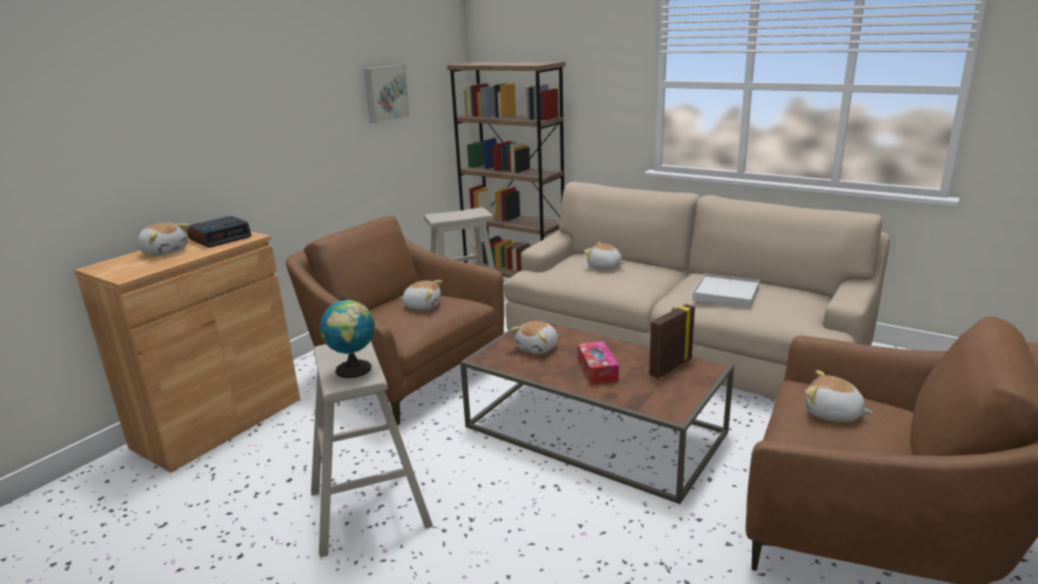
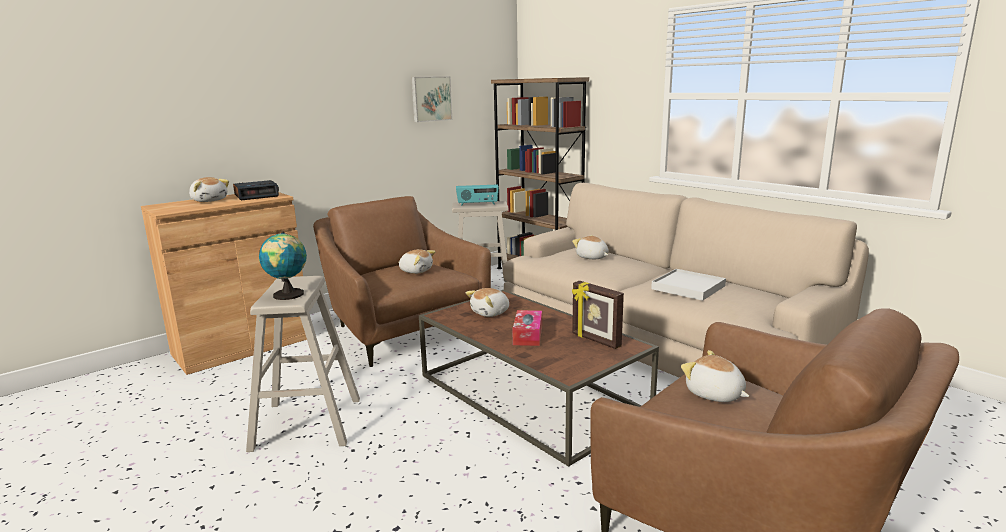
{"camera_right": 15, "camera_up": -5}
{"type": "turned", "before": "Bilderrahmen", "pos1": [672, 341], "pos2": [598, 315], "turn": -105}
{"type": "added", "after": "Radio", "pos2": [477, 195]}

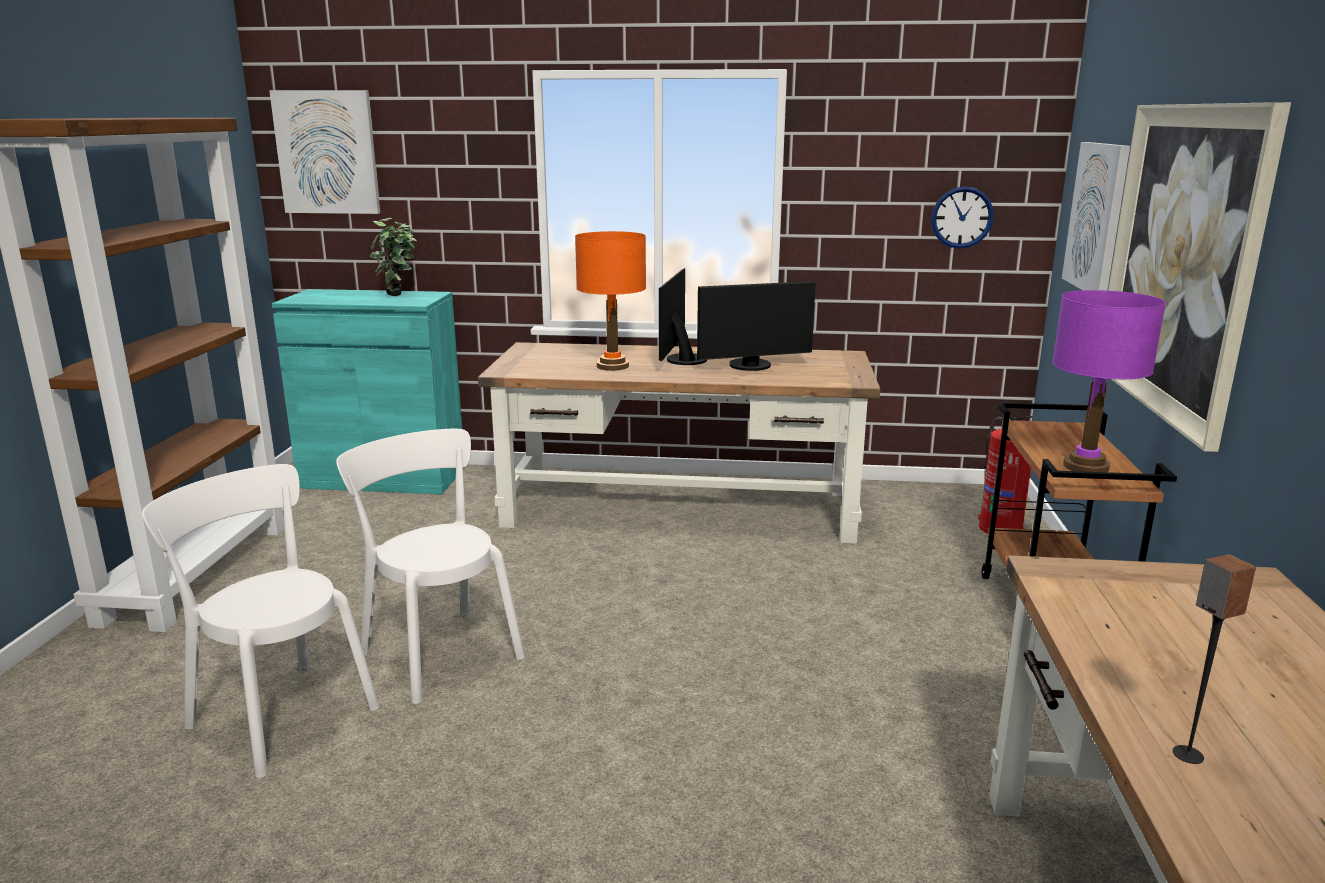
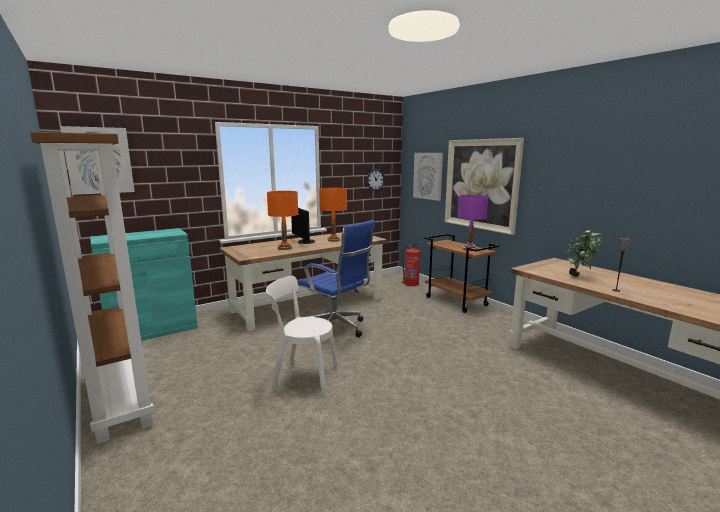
{"camera_right": -40, "camera_up": -5}
{"type": "removed", "before": "Stuhl [weiß]", "pos1": [260, 621]}
{"type": "moved", "before": "Topfpflanze", "pos1": [393, 257], "pos2": [584, 253]}
{"type": "replaced", "before": "Monitor", "after": "Tischlampe [orange]", "pos1": [756, 326], "pos2": [333, 214]}
{"type": "added", "after": "Bürostuhl [blau]", "pos2": [336, 281]}

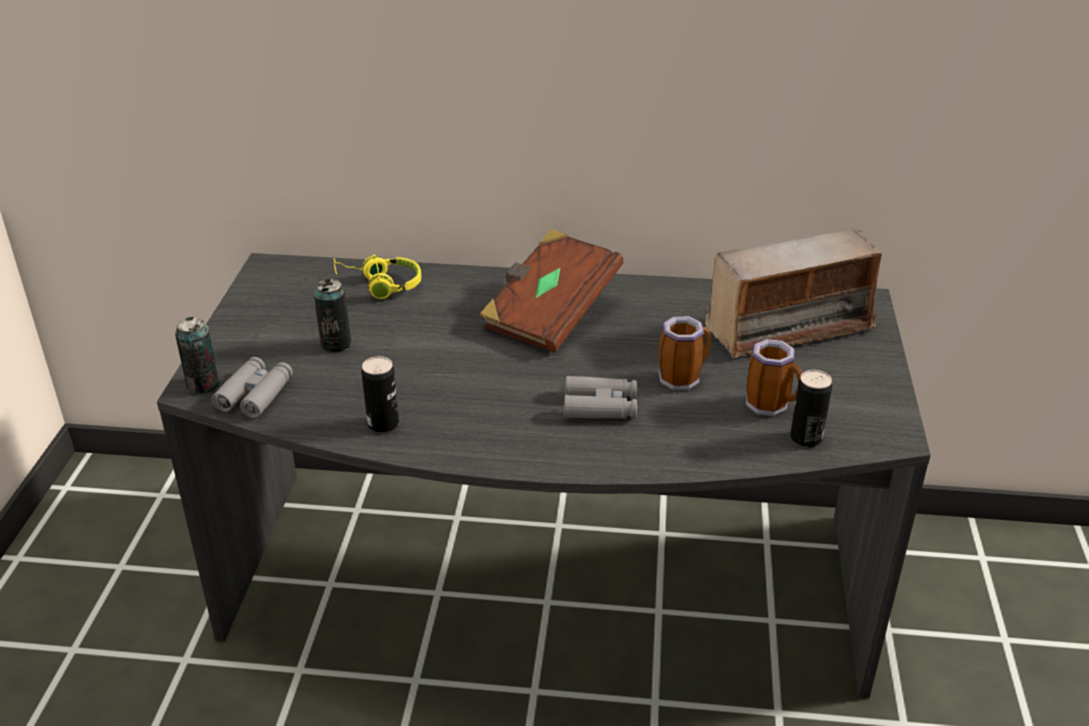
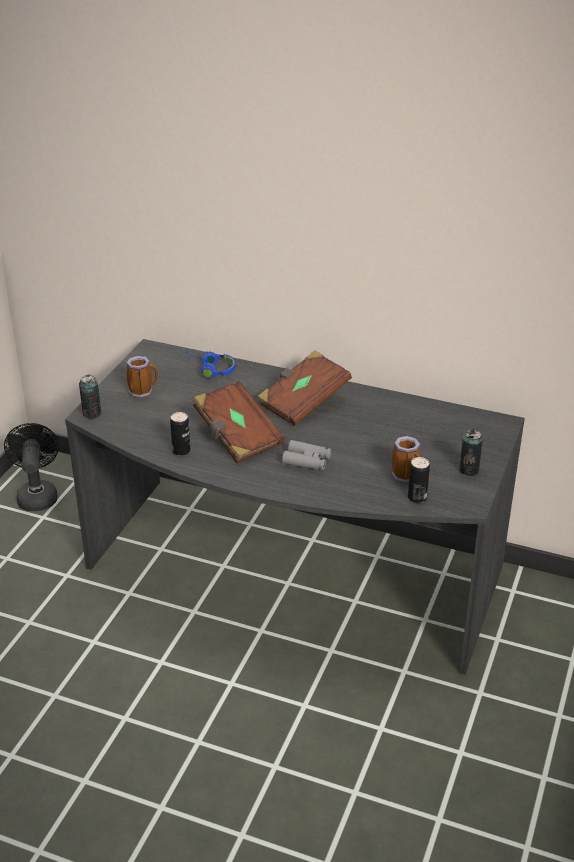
{"camera_right": 15, "camera_up": 0}
{"type": "removed", "before": "Fernglas [grau]", "pos1": [252, 387]}
{"type": "moved", "before": "Dose", "pos1": [332, 316], "pos2": [471, 453]}
{"type": "recoloured", "before": "Kopfhörer [gelb]", "after": "Kopfhörer [blau]", "pos1": [377, 277], "pos2": [211, 364]}
{"type": "moved", "before": "Henkelbecher", "pos1": [685, 353], "pos2": [142, 377]}
{"type": "removed", "before": "Radio", "pos1": [793, 293]}
{"type": "added", "after": "Ventilator [schwarz]", "pos2": [31, 467]}
{"type": "added", "after": "Buch [braun]", "pos2": [239, 422]}

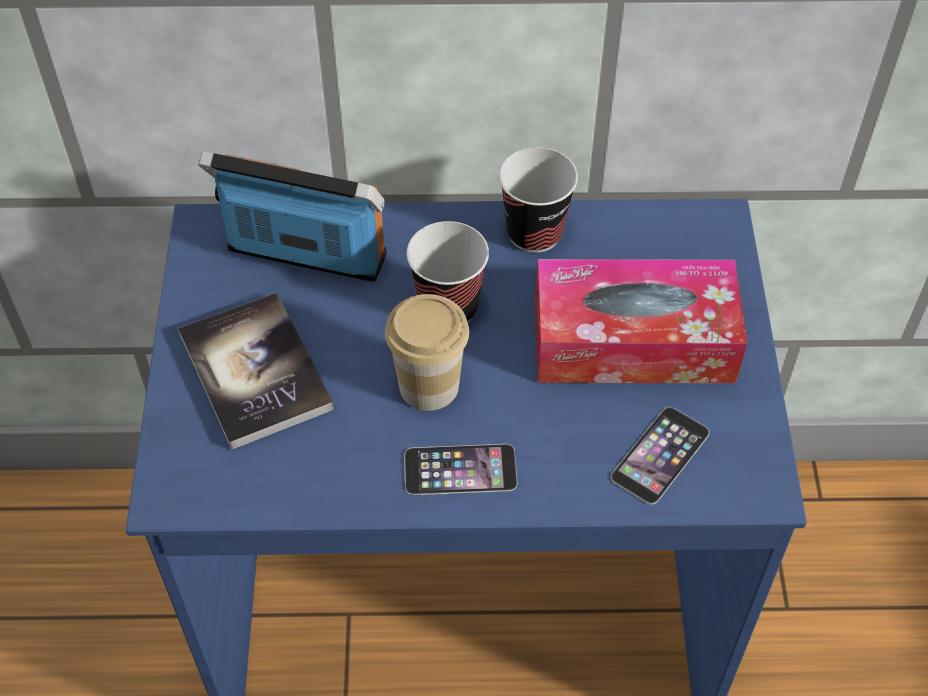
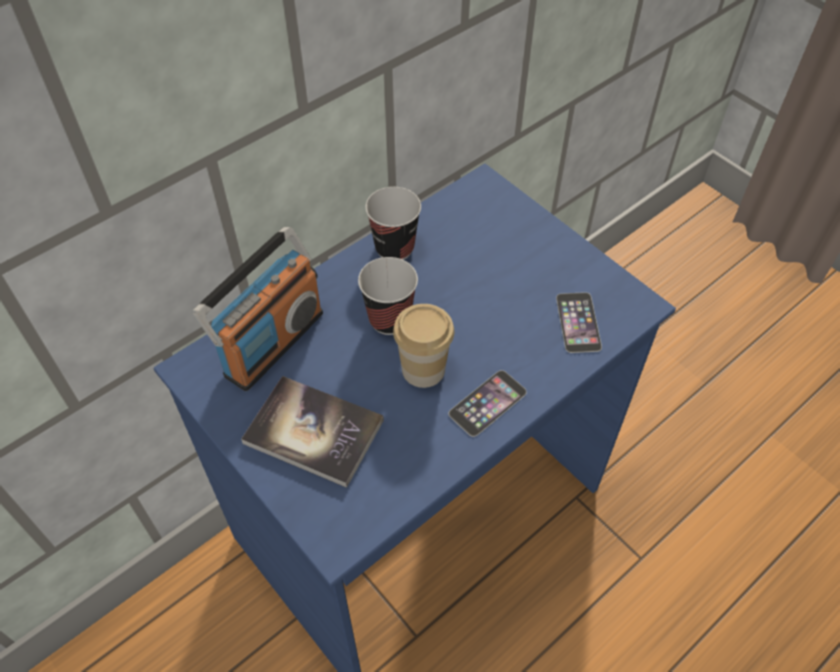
{"camera_right": -40, "camera_up": 0}
{"type": "turned", "before": "Radio", "pos1": [292, 216], "pos2": [258, 309], "turn": 150}
{"type": "removed", "before": "Taschentuchbox", "pos1": [641, 321]}

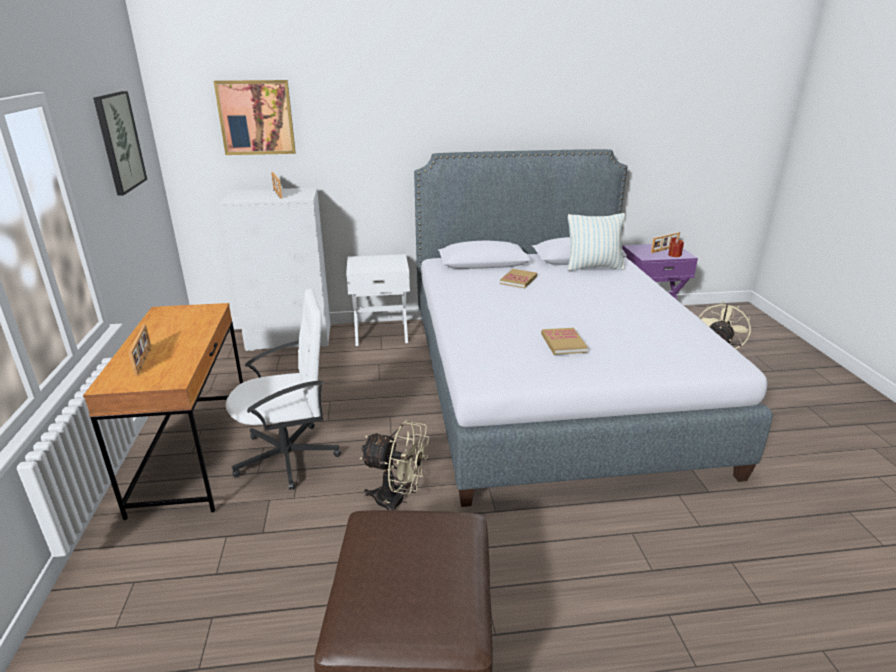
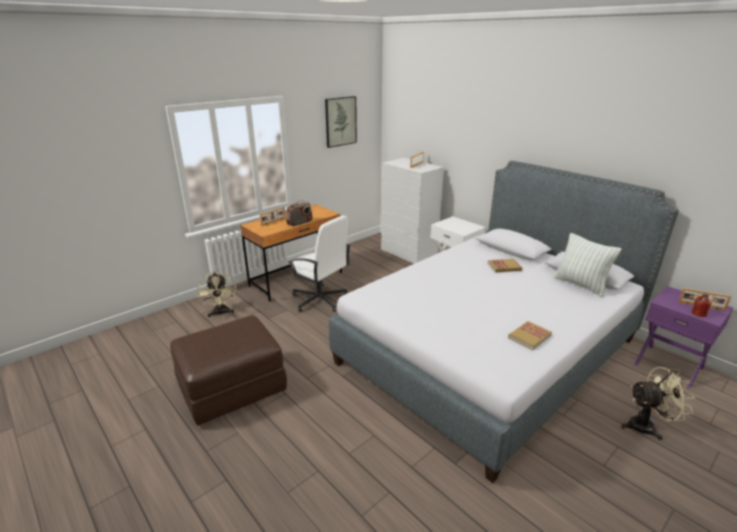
{"camera_right": 55, "camera_up": 0}
{"type": "removed", "before": "Bild", "pos1": [255, 117]}
{"type": "moved", "before": "Ventilator [beige]", "pos1": [394, 465], "pos2": [216, 294]}
{"type": "moved", "before": "Buch", "pos1": [564, 341], "pos2": [530, 335]}
{"type": "added", "after": "Radio", "pos2": [299, 213]}

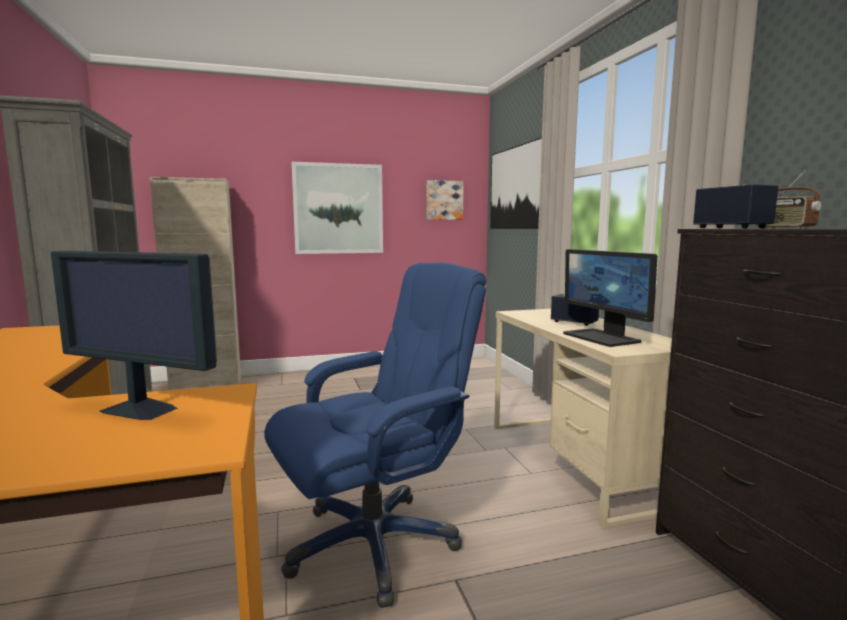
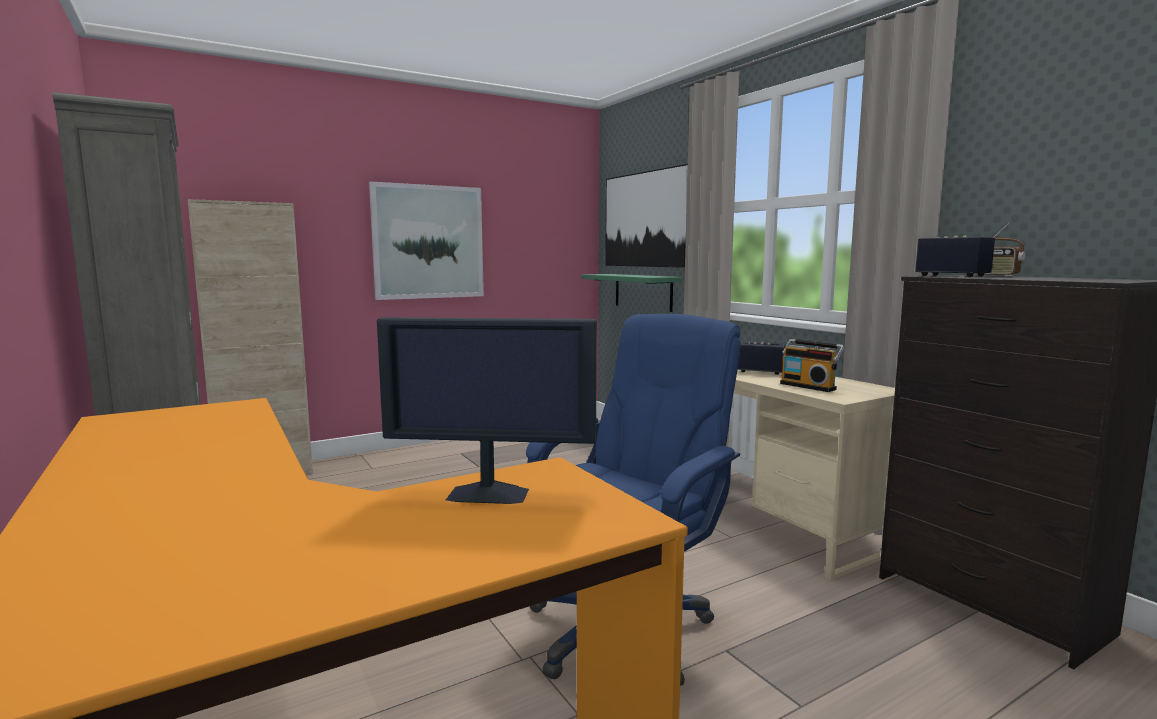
{"camera_right": -15, "camera_up": 0}
{"type": "removed", "before": "Bild", "pos1": [445, 200]}
{"type": "replaced", "before": "Monitor", "after": "Radio", "pos1": [610, 298], "pos2": [812, 365]}
{"type": "added", "after": "Wandregal [grün]", "pos2": [632, 293]}

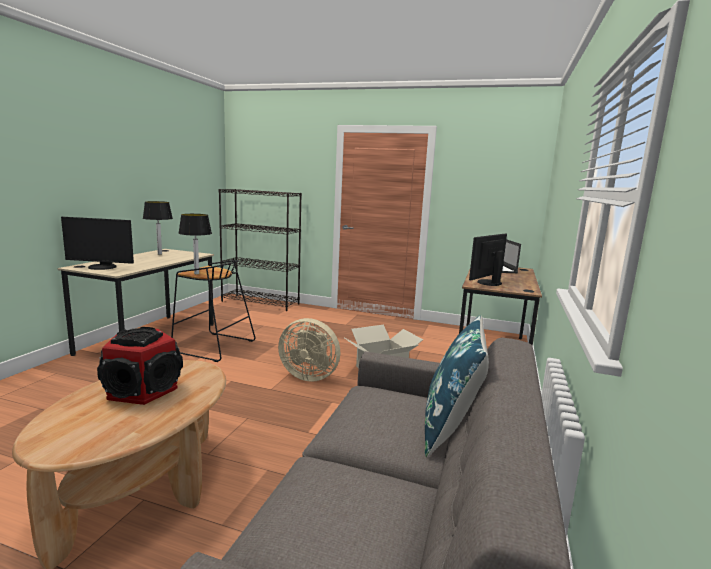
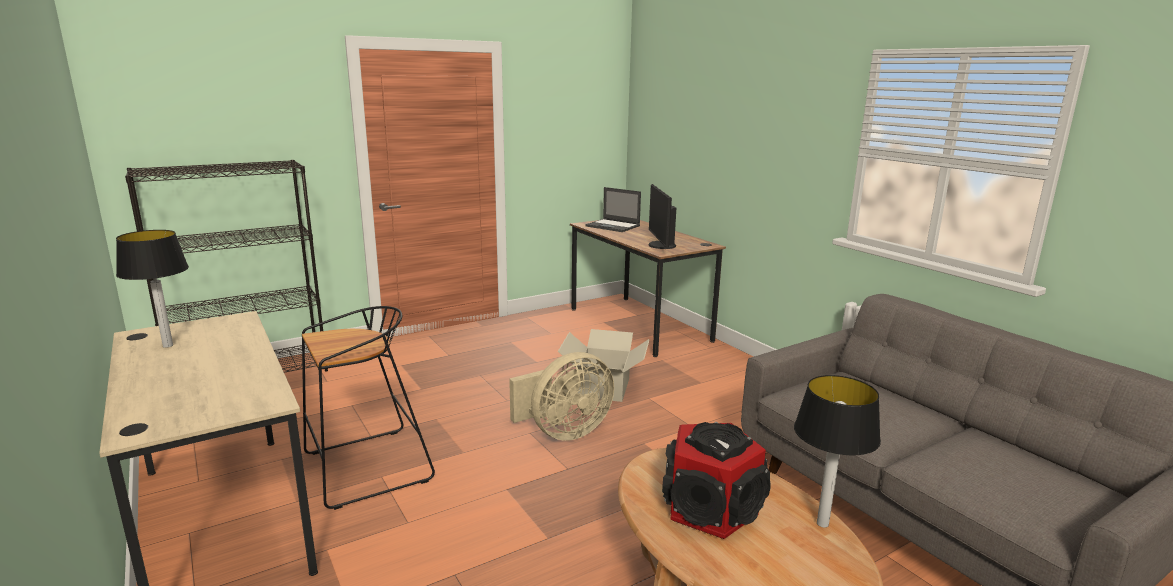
{"camera_right": -50, "camera_up": 5}
{"type": "removed", "before": "Monitor", "pos1": [97, 243]}
{"type": "moved", "before": "Tischlampe", "pos1": [195, 244], "pos2": [837, 451]}
{"type": "removed", "before": "Kissen [blau]", "pos1": [457, 386]}

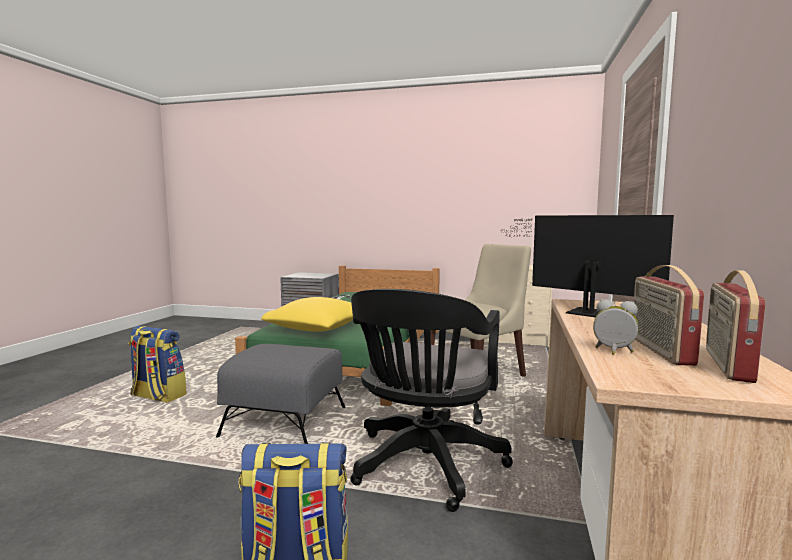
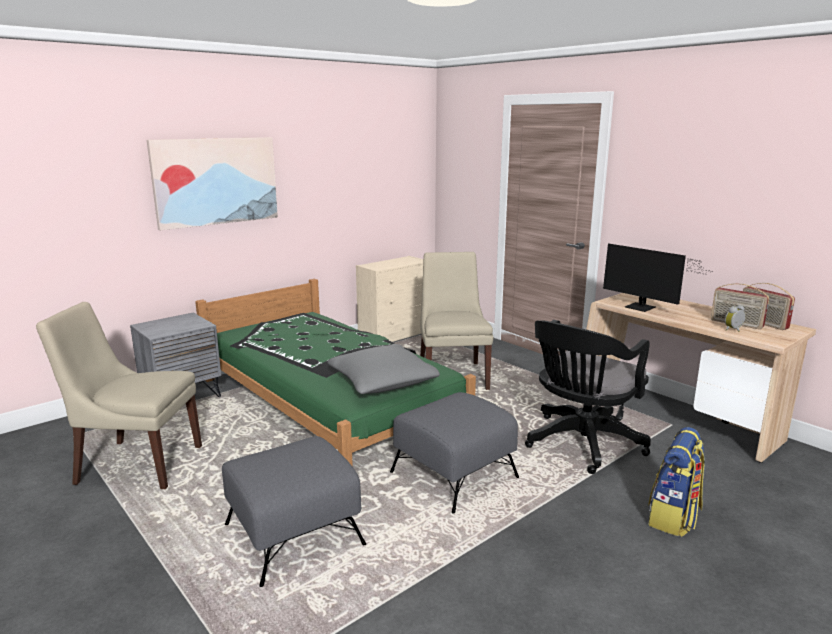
{"camera_right": -55, "camera_up": 10}
{"type": "replaced", "before": "Rucksack", "after": "Polsterhocker [grau]", "pos1": [158, 364], "pos2": [294, 511]}
{"type": "recoloured", "before": "Kissen [gelb]", "after": "Kissen [grau]", "pos1": [307, 314], "pos2": [384, 369]}
{"type": "turned", "before": "Bürostuhl [schwarz]", "pos1": [431, 400], "pos2": [588, 397], "turn": 75}
{"type": "turned", "before": "Monitor", "pos1": [587, 266], "pos2": [657, 277], "turn": -120}
{"type": "added", "after": "Stuhl [beige]", "pos2": [119, 395]}
{"type": "added", "after": "Bild", "pos2": [212, 183]}

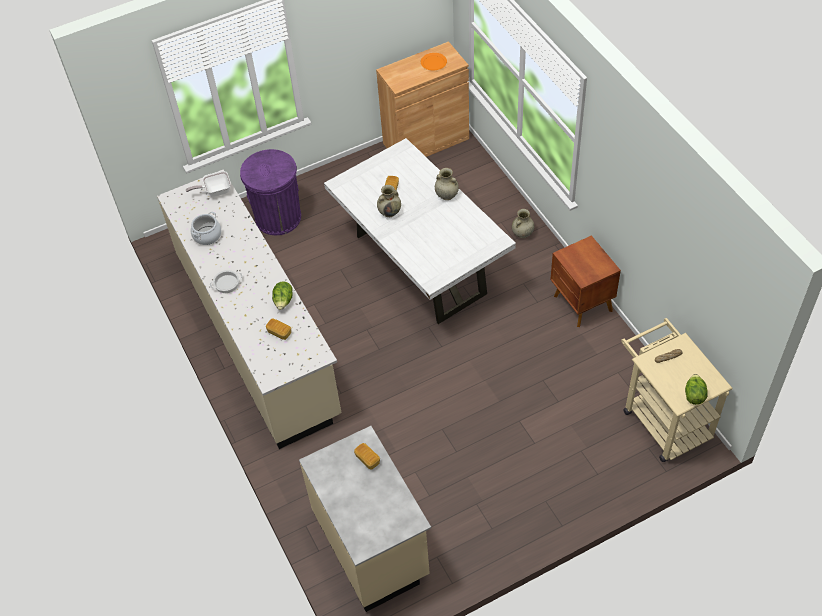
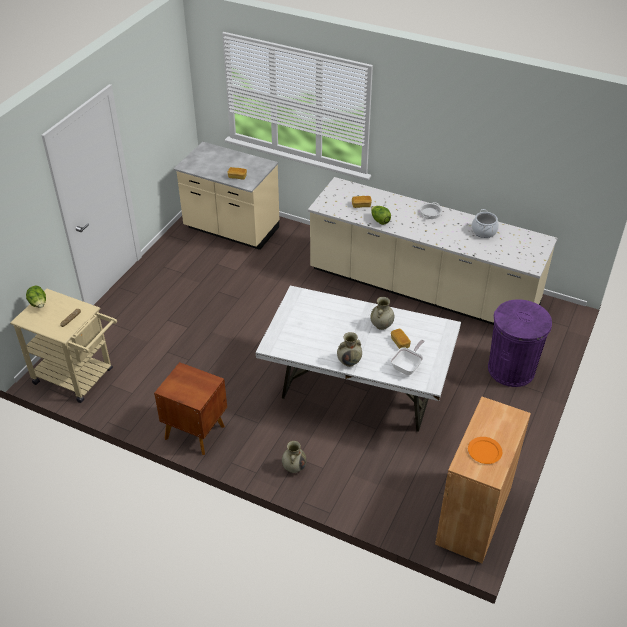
{"camera_right": 140, "camera_up": -10}
{"type": "moved", "before": "Pfanne", "pos1": [208, 184], "pos2": [407, 357]}

